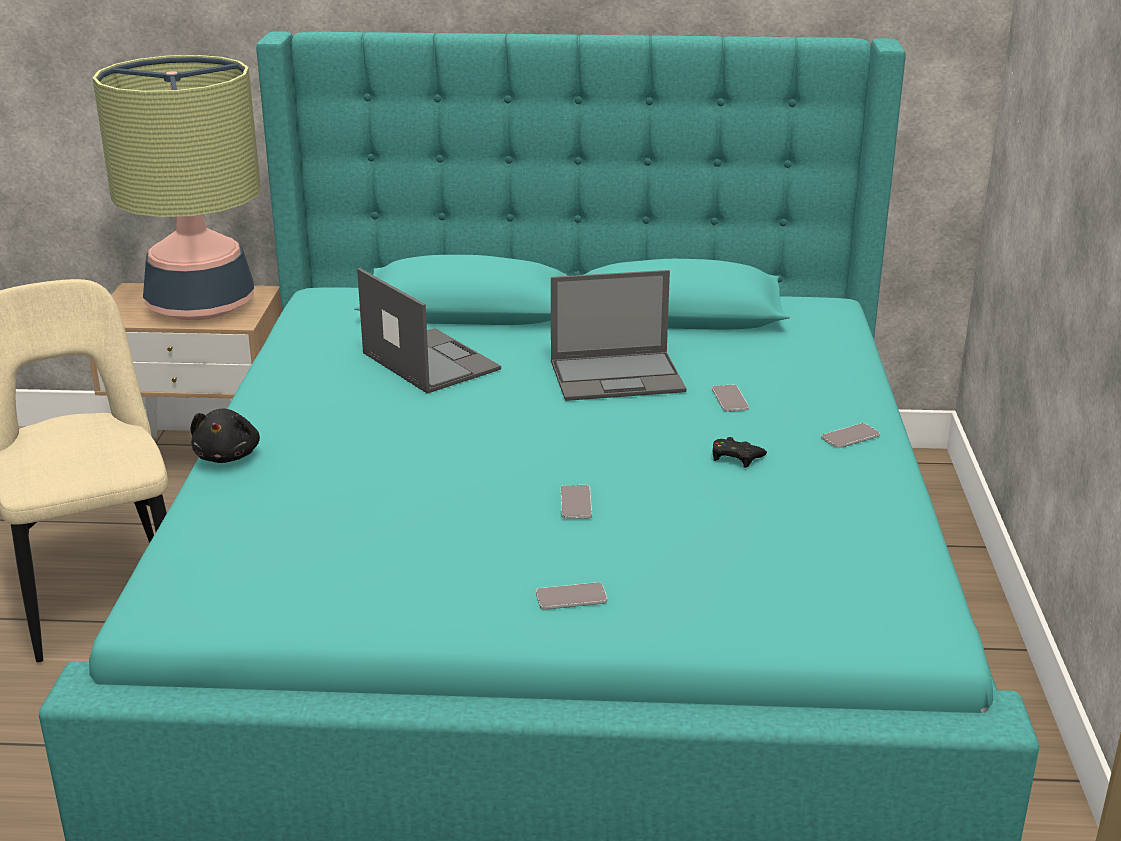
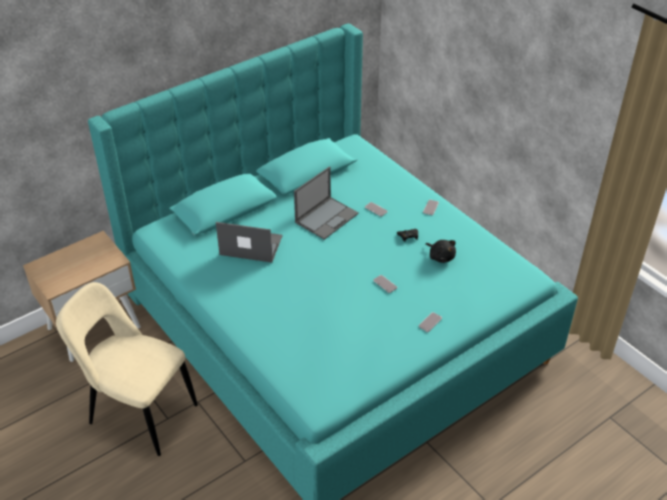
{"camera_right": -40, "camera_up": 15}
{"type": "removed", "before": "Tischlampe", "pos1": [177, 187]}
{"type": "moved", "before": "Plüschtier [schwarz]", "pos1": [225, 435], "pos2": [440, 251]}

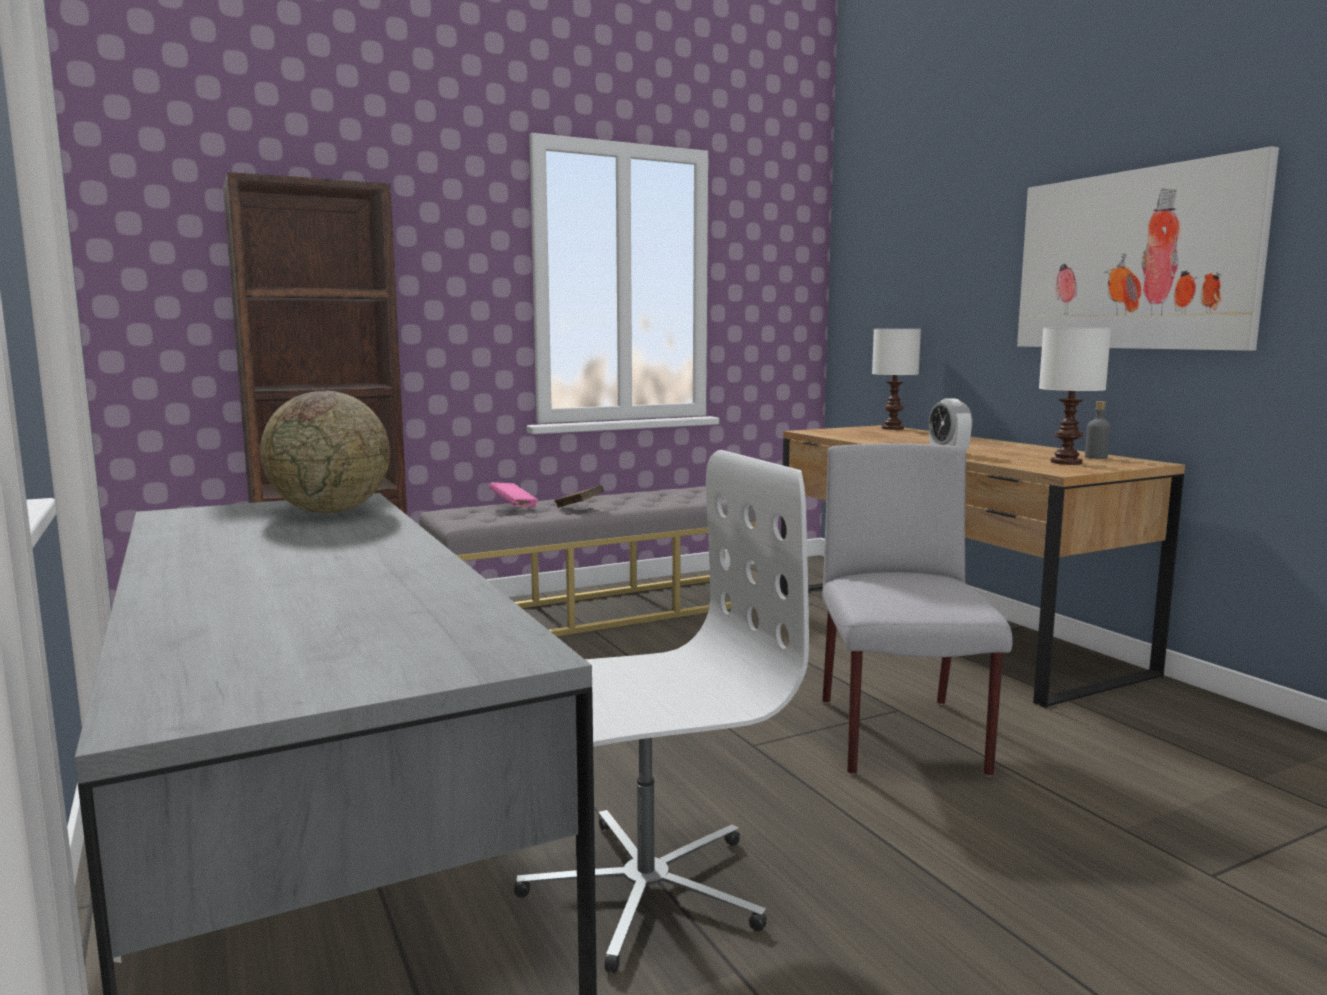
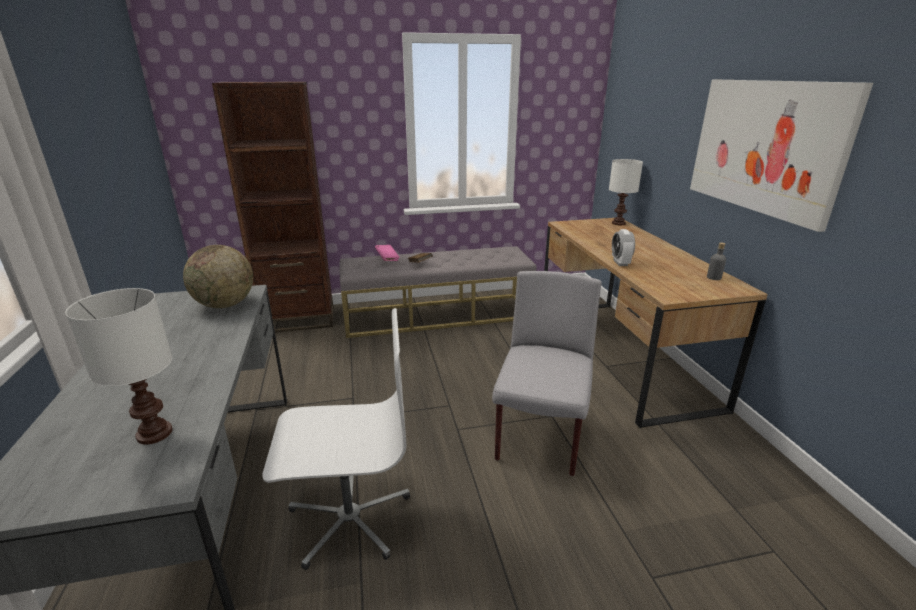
{"camera_right": 15, "camera_up": 15}
{"type": "moved", "before": "Tischlampe [weiß]", "pos1": [1075, 396], "pos2": [119, 366]}

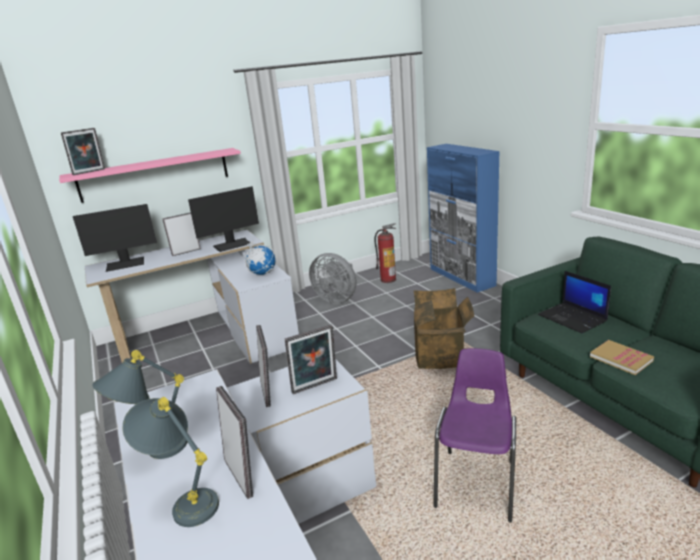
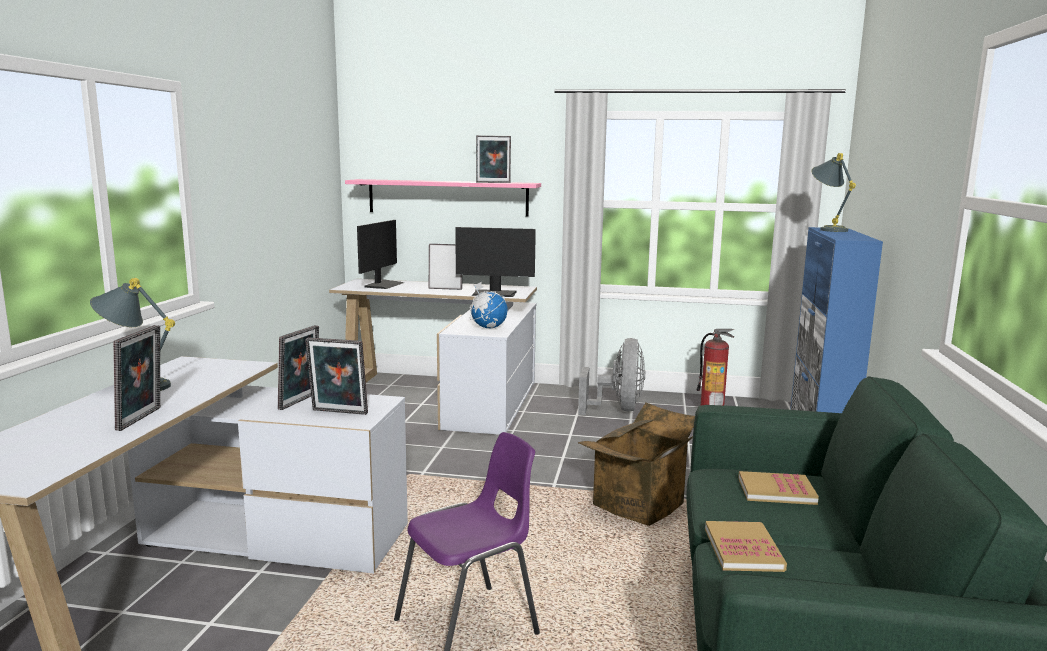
{"camera_right": 35, "camera_up": -10}
{"type": "moved", "before": "Bilderrahmen", "pos1": [83, 151], "pos2": [493, 159]}
{"type": "turned", "before": "Monitor", "pos1": [115, 238], "pos2": [380, 254], "turn": -90}
{"type": "moved", "before": "Tischlampe [grau]", "pos1": [170, 462], "pos2": [834, 192]}
{"type": "turned", "before": "Ventilator [grau]", "pos1": [332, 278], "pos2": [611, 376], "turn": -150}
{"type": "replaced", "before": "Laptop", "after": "Buch", "pos1": [574, 302], "pos2": [778, 488]}

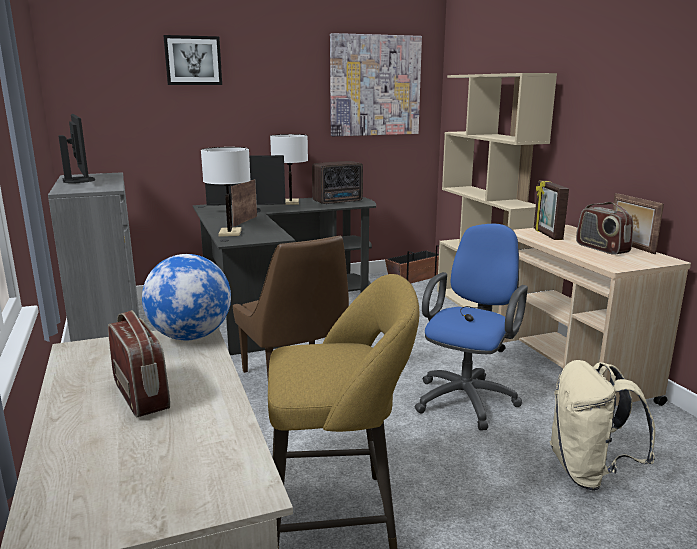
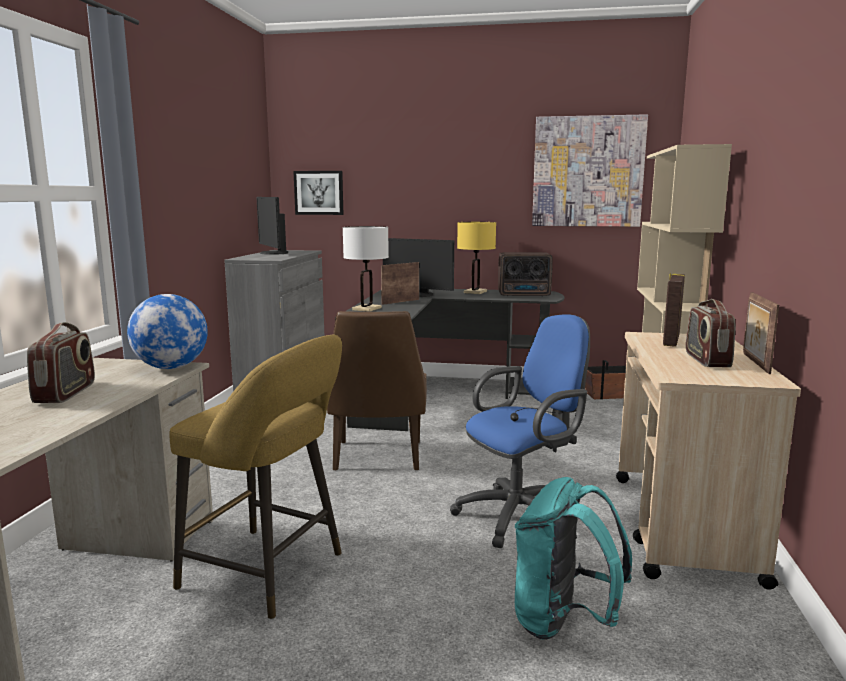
{"camera_right": 30, "camera_up": -5}
{"type": "turned", "before": "Monitor", "pos1": [76, 148], "pos2": [272, 226], "turn": 150}
{"type": "moved", "before": "Bild", "pos1": [192, 60], "pos2": [318, 193]}
{"type": "recoloured", "before": "Tischlampe [weiß]", "after": "Tischlampe [gelb]", "pos1": [289, 169], "pos2": [476, 258]}
{"type": "recoloured", "before": "Rucksack [beige]", "after": "Rucksack [türkis]", "pos1": [602, 425], "pos2": [573, 558]}

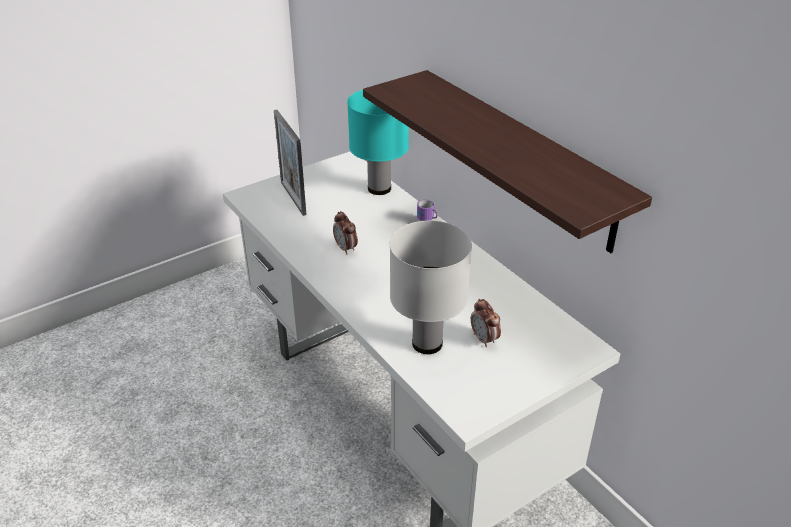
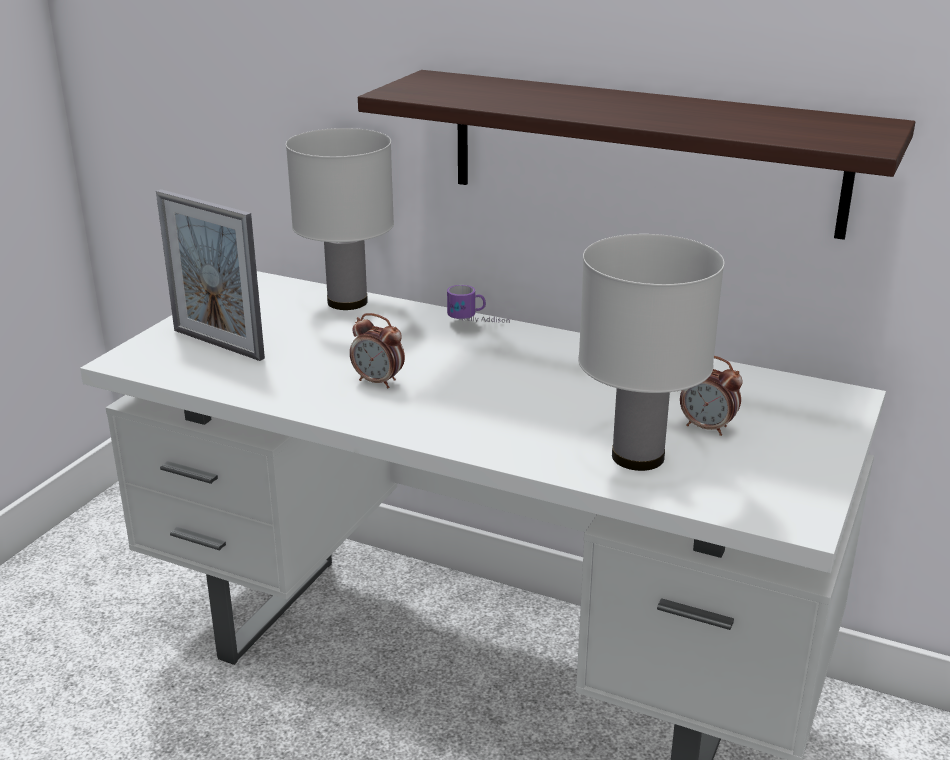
{"camera_right": -30, "camera_up": -10}
{"type": "recoloured", "before": "Tischlampe [türkis]", "after": "Tischlampe [weiß]", "pos1": [378, 142], "pos2": [340, 219]}

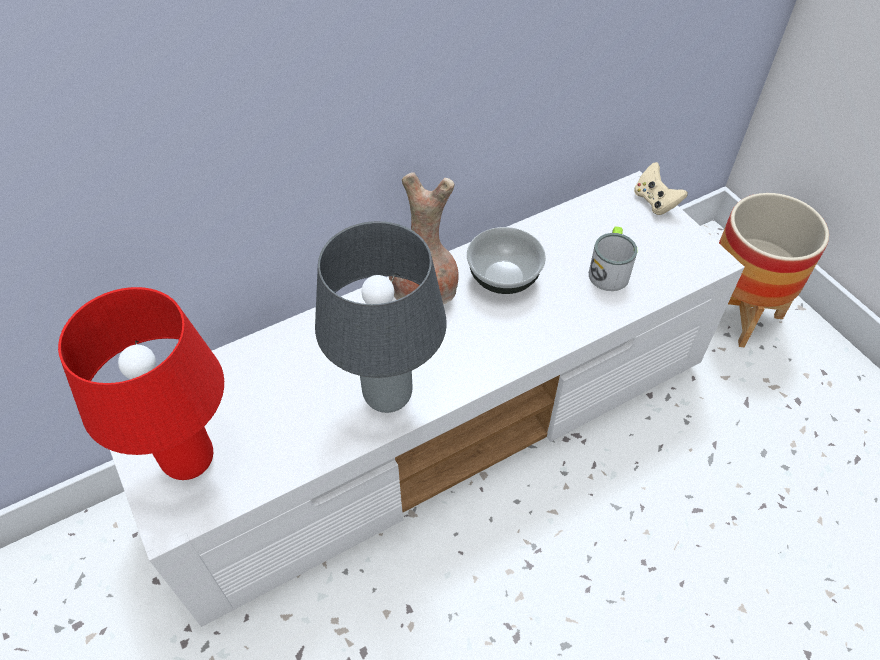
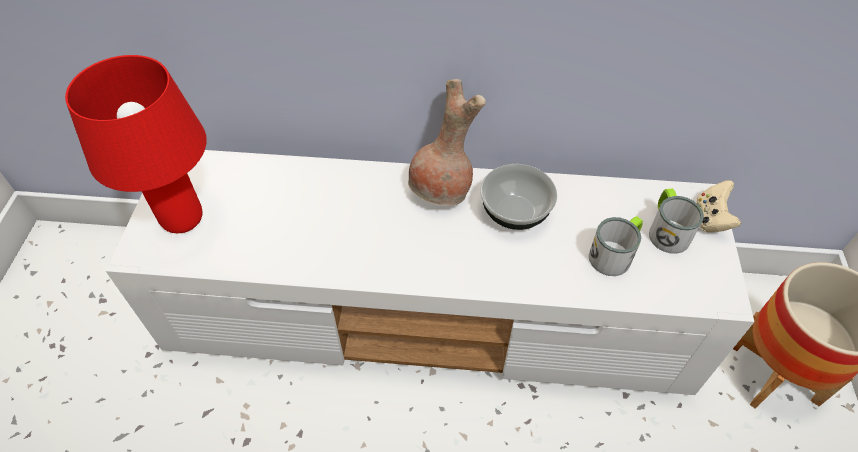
{"camera_right": 35, "camera_up": 0}
{"type": "removed", "before": "Tischlampe [grau]", "pos1": [381, 317]}
{"type": "added", "after": "Henkelbecher", "pos2": [676, 221]}

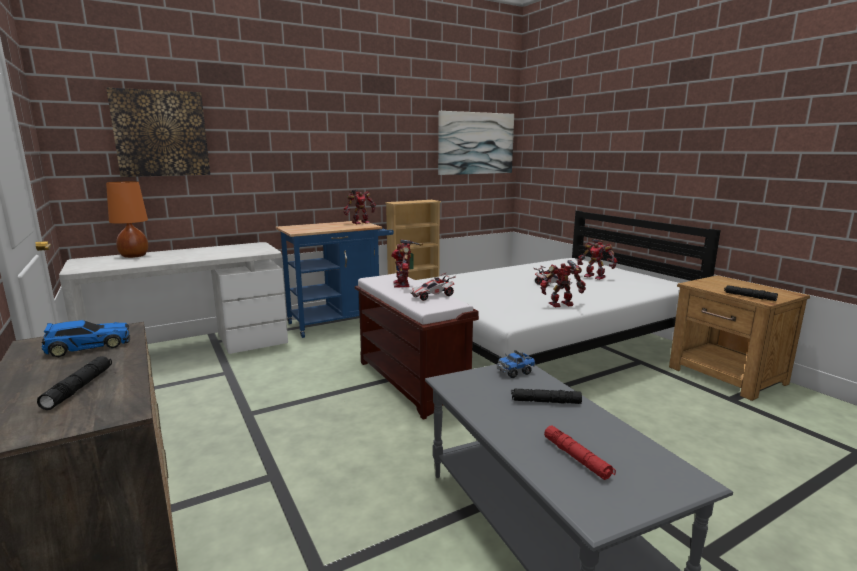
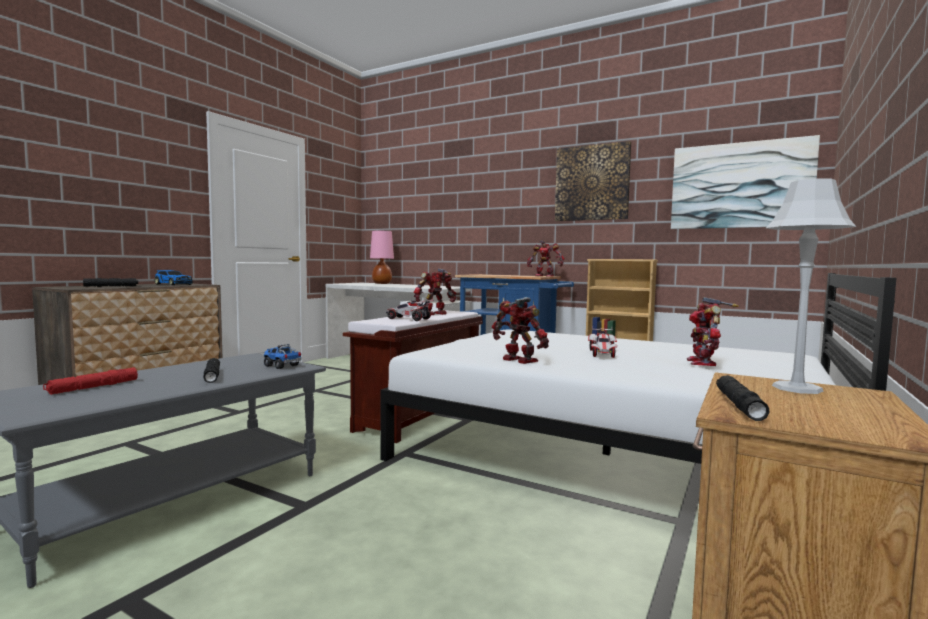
{"camera_right": 60, "camera_up": -10}
{"type": "moved", "before": "Bild", "pos1": [158, 132], "pos2": [593, 181]}
{"type": "recoloured", "before": "Tischlampe [orange]", "after": "Tischlampe [rosa]", "pos1": [127, 219], "pos2": [382, 257]}
{"type": "added", "after": "Tischlampe [grau]", "pos2": [811, 286]}

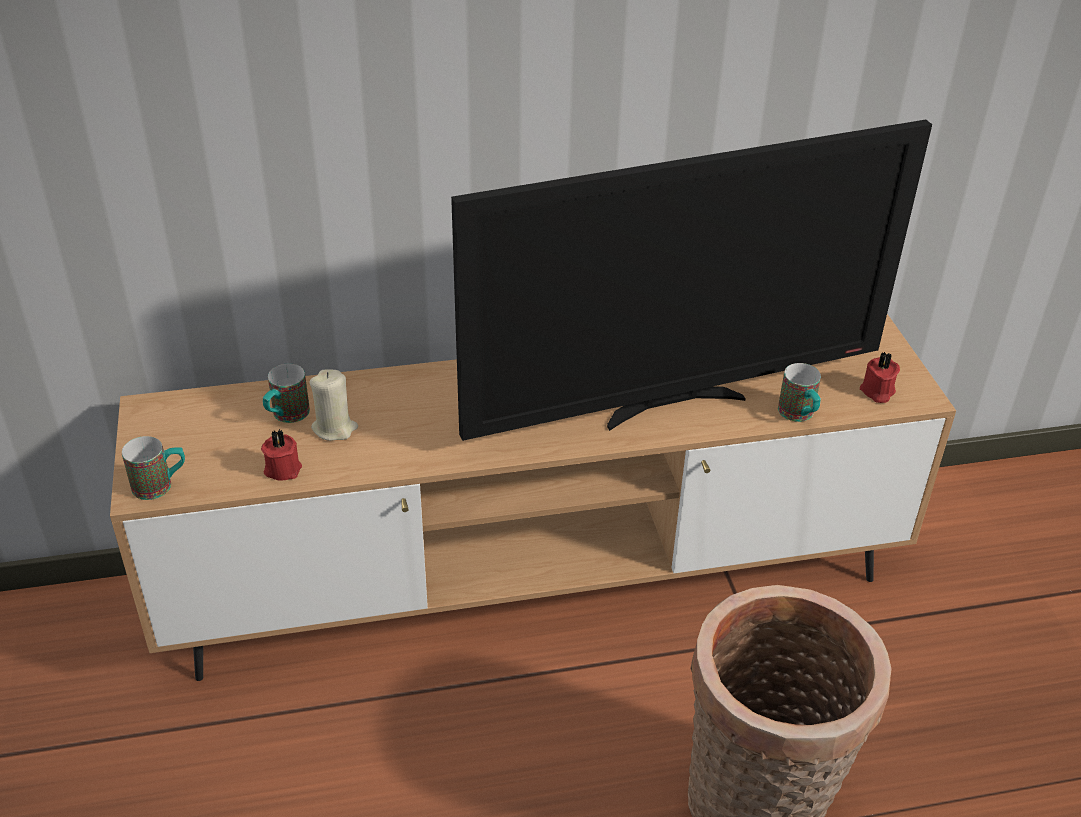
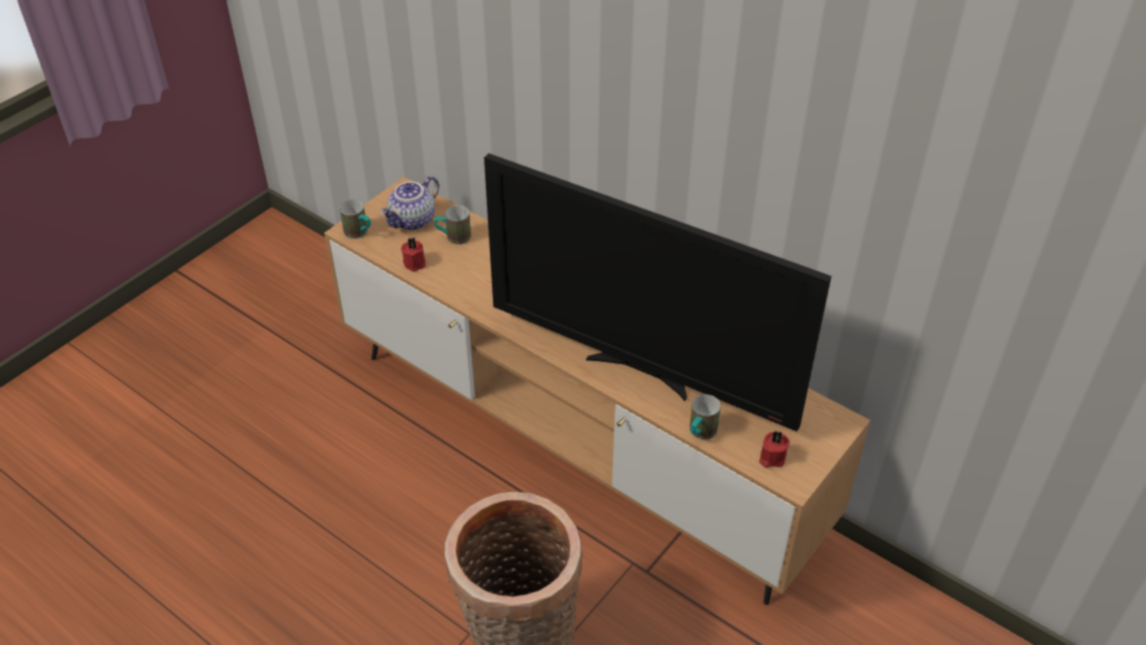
{"camera_right": 50, "camera_up": 5}
{"type": "removed", "before": "Kerze [beige]", "pos1": [333, 405]}
{"type": "added", "after": "Teekanne", "pos2": [409, 203]}

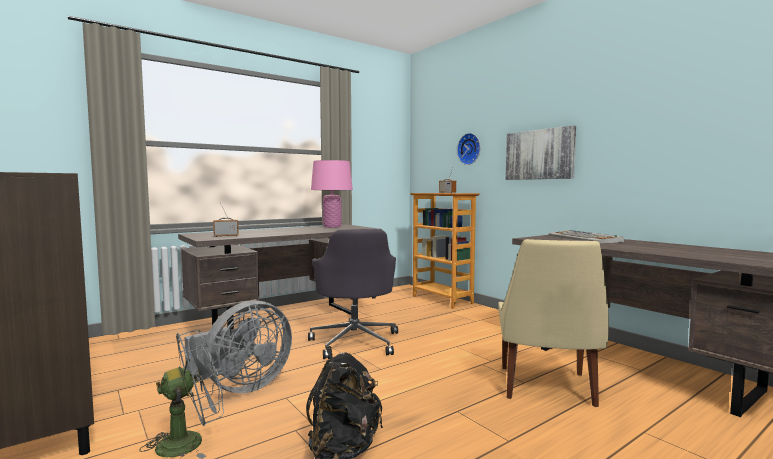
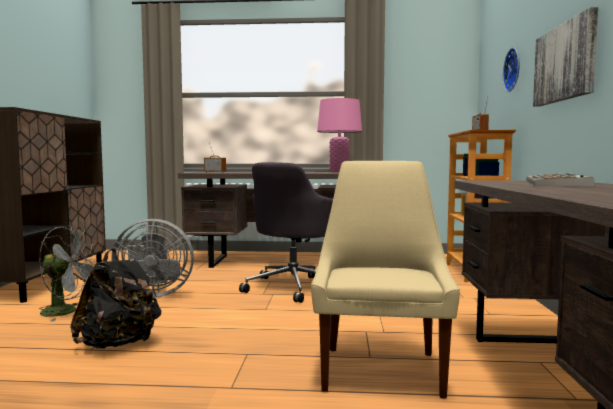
{"camera_right": 40, "camera_up": 0}
{"type": "turned", "before": "Stuhl [beige]", "pos1": [553, 323], "pos2": [385, 280], "turn": 135}

